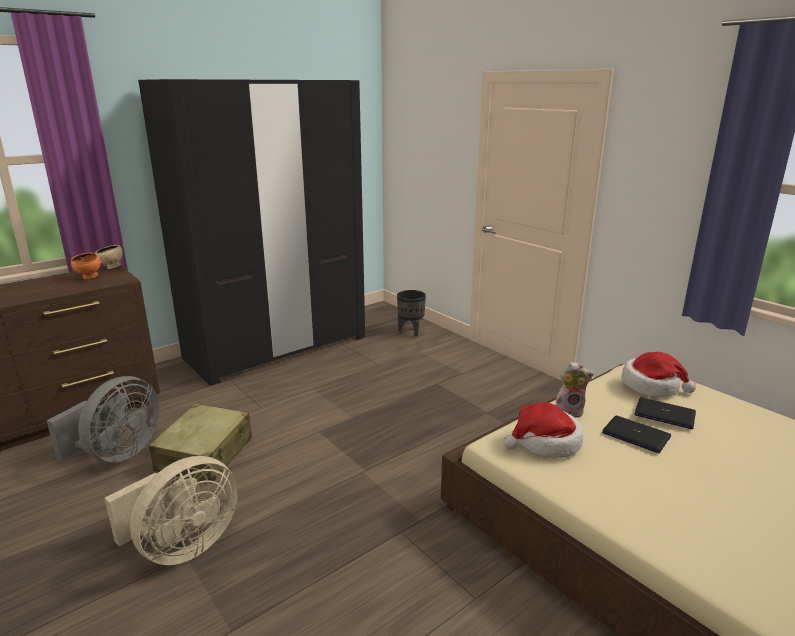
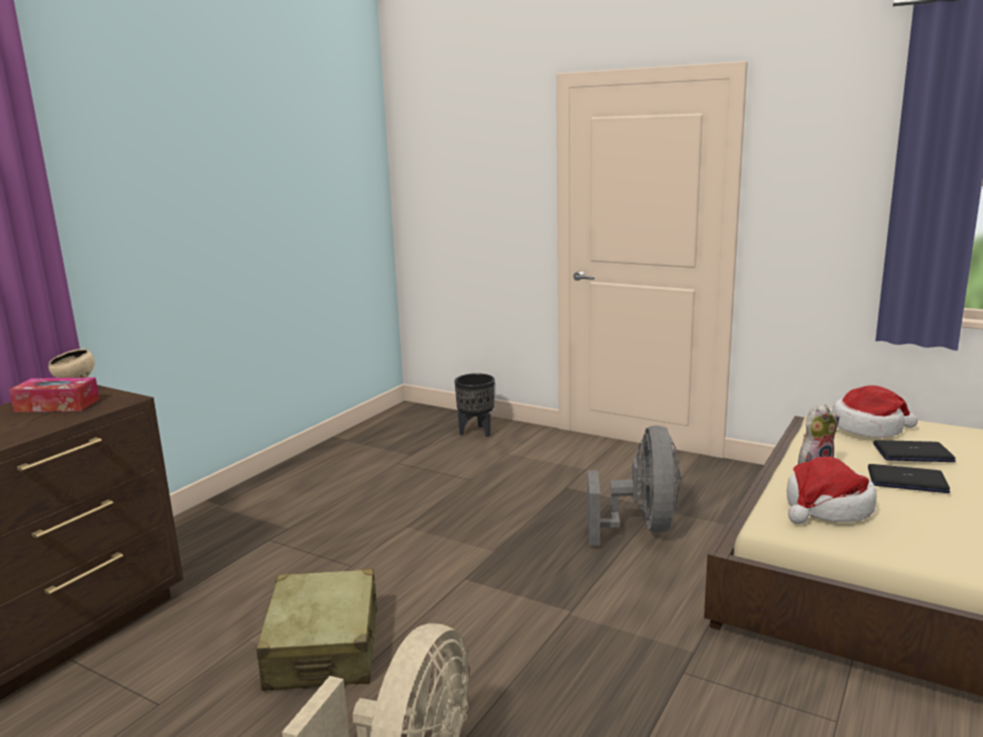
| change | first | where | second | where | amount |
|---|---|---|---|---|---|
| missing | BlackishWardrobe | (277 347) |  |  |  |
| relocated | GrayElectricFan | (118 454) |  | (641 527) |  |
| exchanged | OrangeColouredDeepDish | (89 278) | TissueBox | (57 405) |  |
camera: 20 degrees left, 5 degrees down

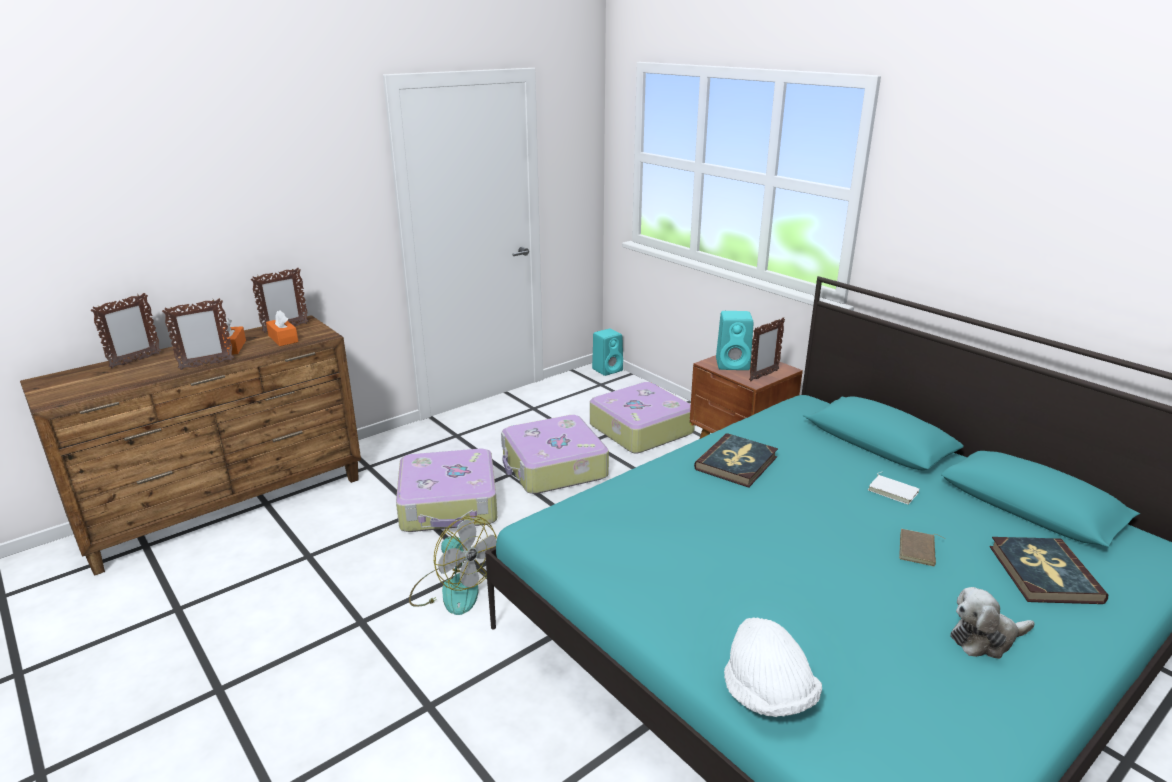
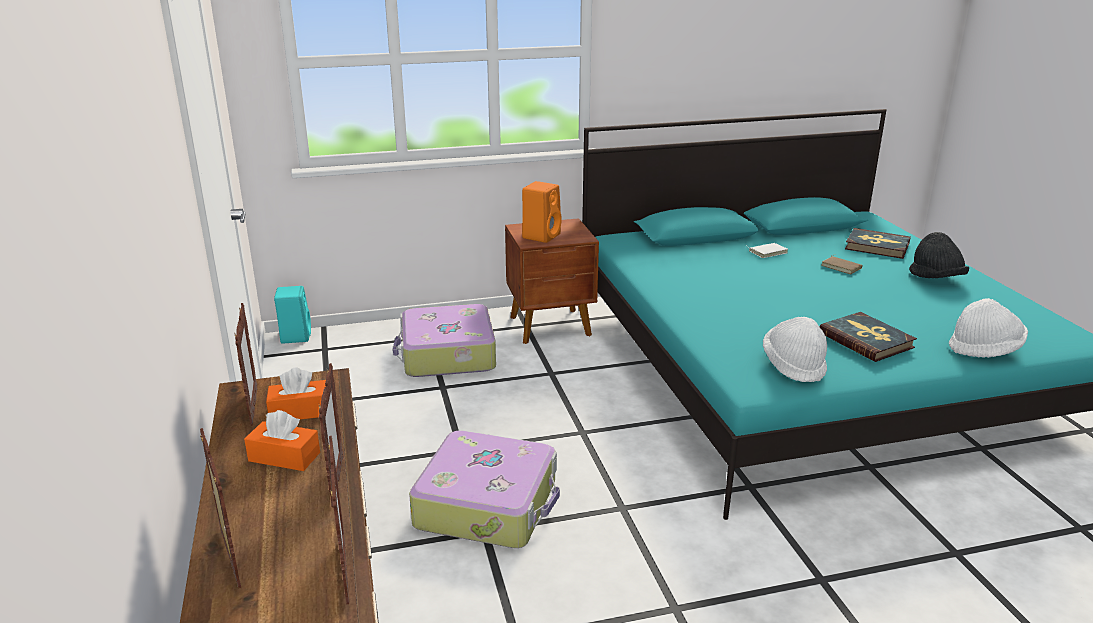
| change | first | where | second | where | amount |
|---|---|---|---|---|---|
| missing | ElectricFan | (452 589) |  |  |  |
| missing | PieceOfLuggage | (553 467) |  |  |  |
| appeared |  |  | WhiteColouredClothingHat | (794 365) |  |
| relocated | Volume | (736 463) |  | (866 340) |  |
| relocated | PhotoFrame | (763 376) |  | (344 571) |  |
| exchanged | PlushToy | (985 638) | BlackishClothingHat | (935 279) |  |
| colour | TurquoiseColouredSpeaker | (734 364) | OrangeColouredSpeaker | (541 235) |  |
camera: 65 degrees left, 0 degrees up

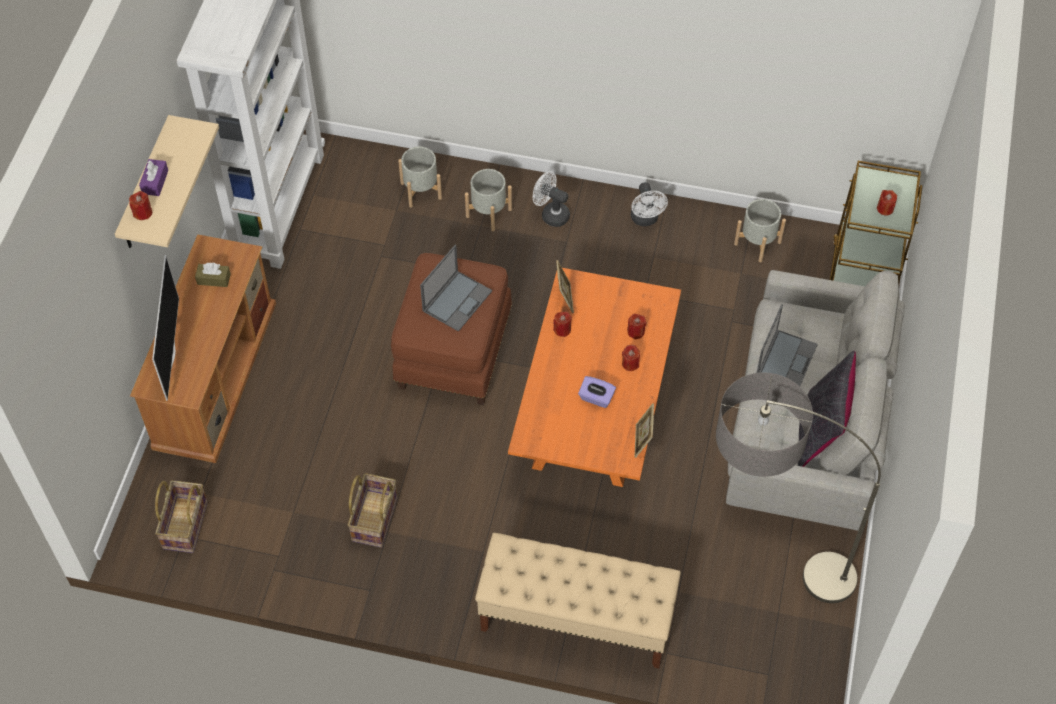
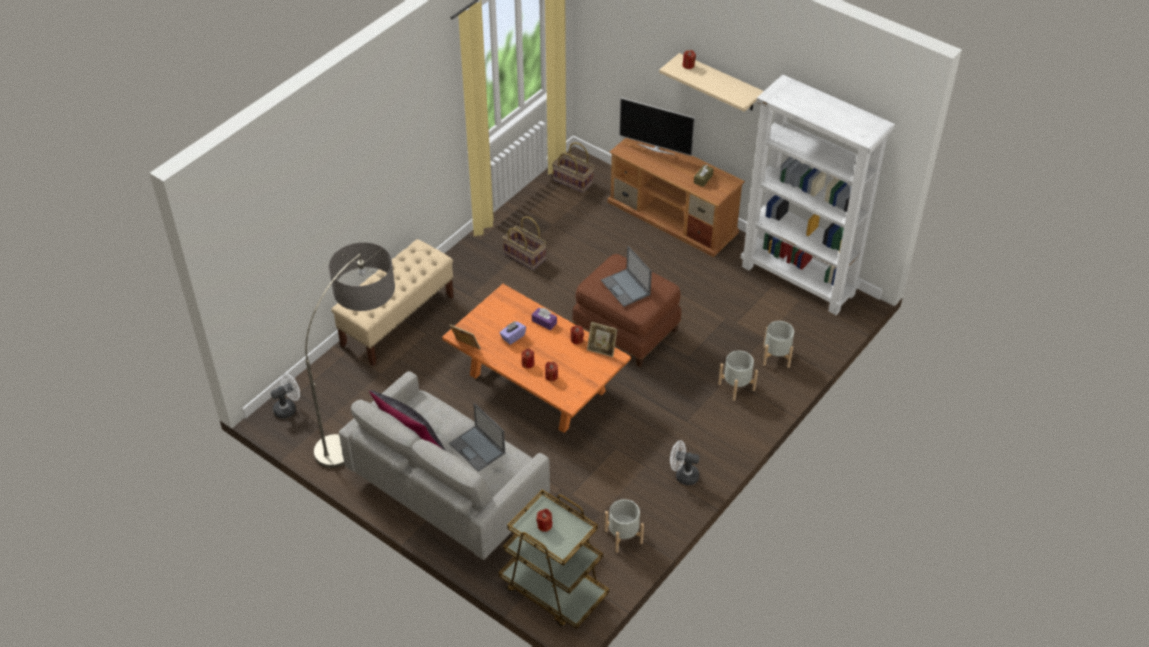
| change | first | where | second | where | amount |
|---|---|---|---|---|---|
| relocated | PurplishTissueBox | (155 182) |  | (544 322) |  |
| relocated | WhiteColouredElectricFan | (551 214) |  | (288 408) |  |
camera: 115 degrees right, 10 degrees down

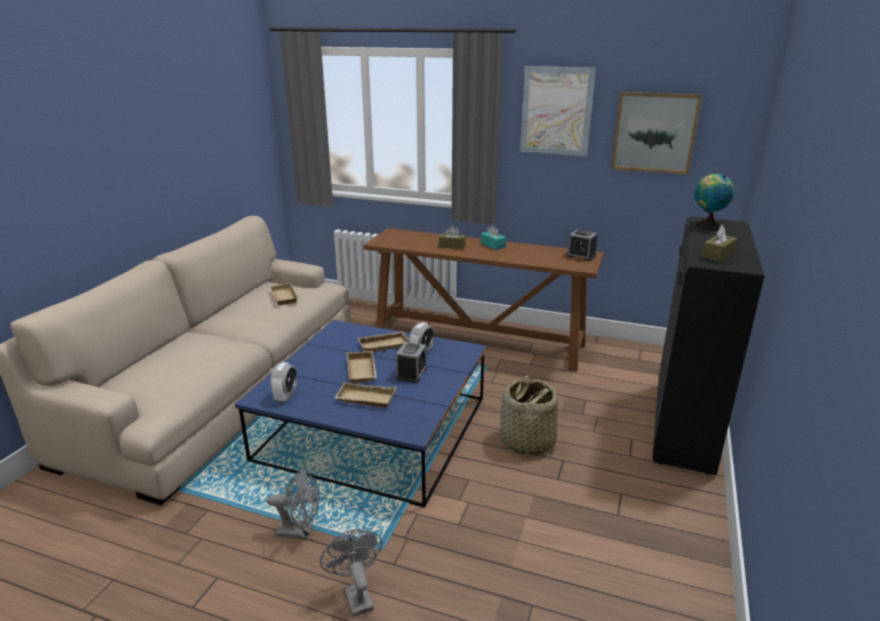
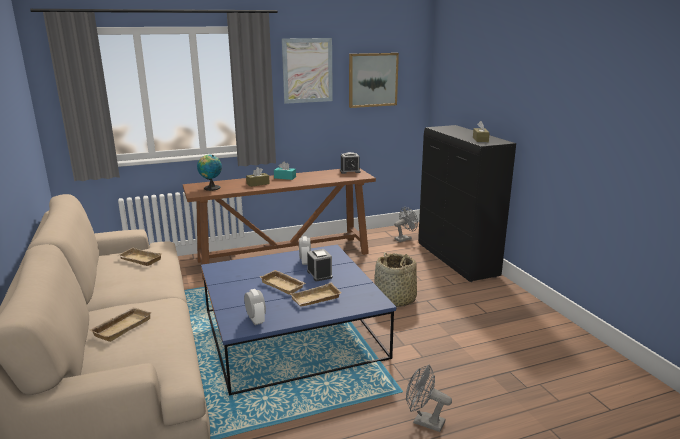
| change | first | where | second | where | amount |
|---|---|---|---|---|---|
| relocated | GrayElectricFan | (300 531) |  | (405 238) |  |
| relocated | BeigeTray | (384 344) |  | (121 326) |  |
| relocated | DeskGlobe | (707 225) |  | (211 188) |  |
camera: 40 degrees left, 5 degrees down

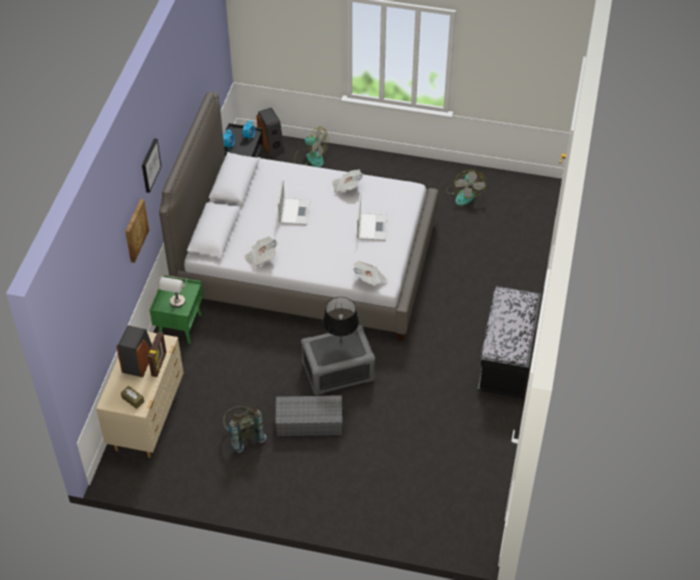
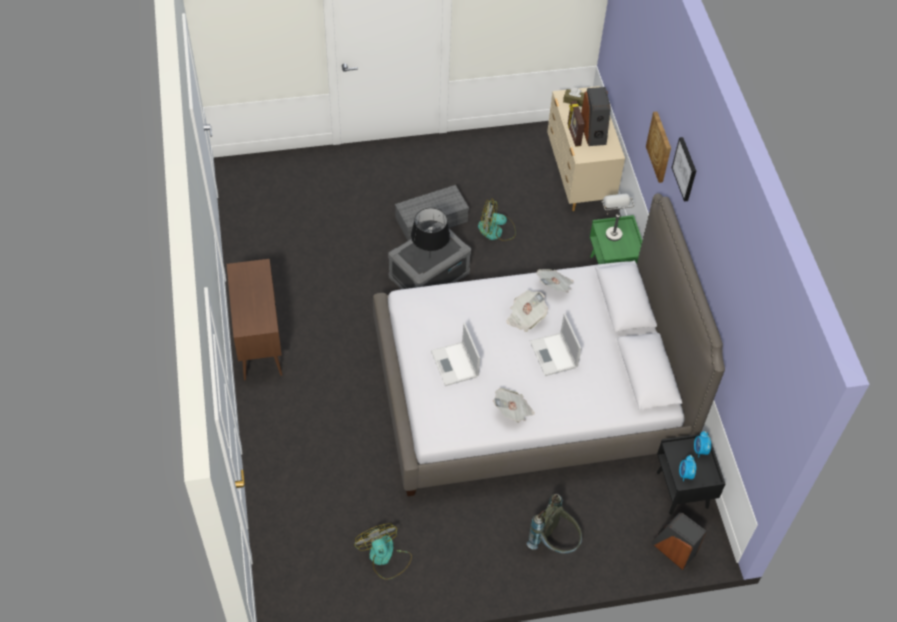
| change | first | where | second | where | amount |
|---|---|---|---|---|---|
| relocated | GrayBackpack | (242 436) |  | (554 542) |  |
| relocated | ElectricFan | (310 157) |  | (496 231) |  |
| relocated | DailyPaper | (369 279) |  | (525 317) |  |
| exchanged | BlackishIndoorBench | (506 360) | BrownStorageCabinet | (259 342) |  |
camera: 155 degrees right, 5 degrees up

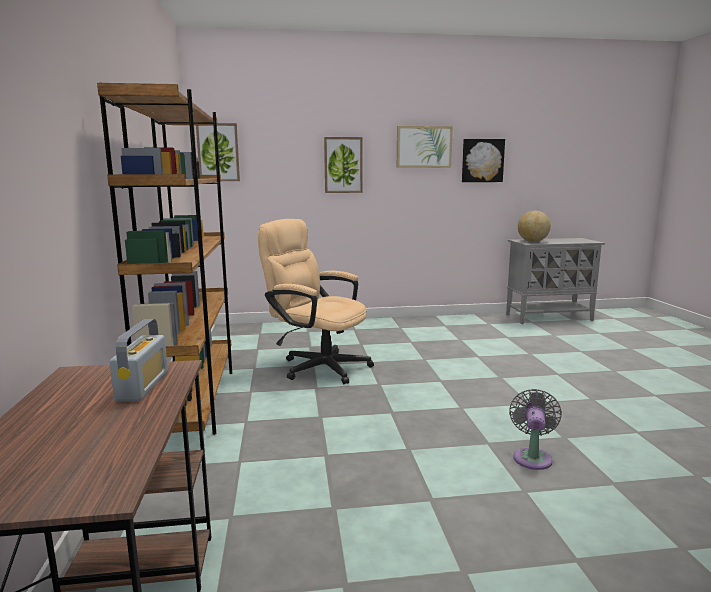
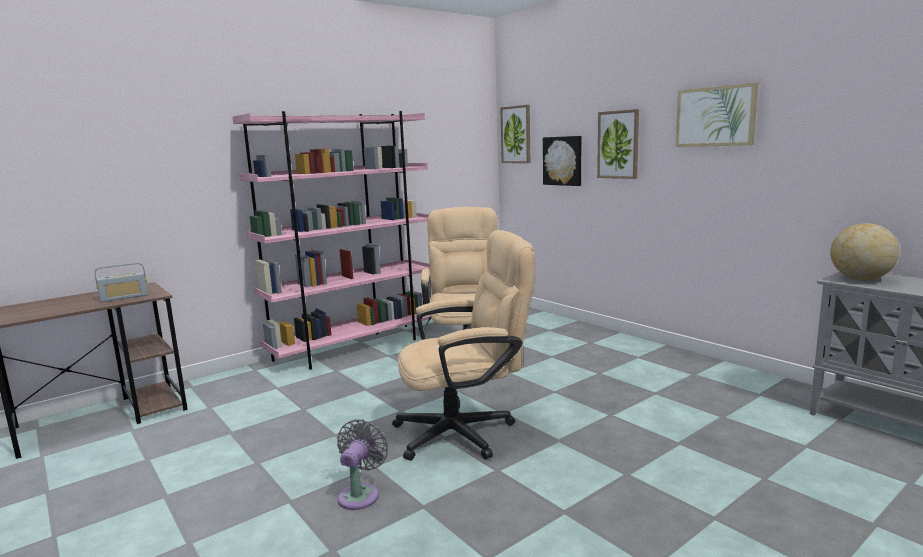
| change | first | where | second | where | amount |
|---|---|---|---|---|---|
| appeared |  |  | BeigeComputerChair | (466 431) |  |
| relocated | WallArt | (482 160) |  | (563 161) |  |
| colour | BrownShelvingUnit | (194 401) | PinkishShelvingUnit | (355 347) |  |
| spun | GrayElectricFan | (532 457) |  | (360 494) | 60 degrees counterclockwise |
camera: 60 degrees right, 0 degrees up

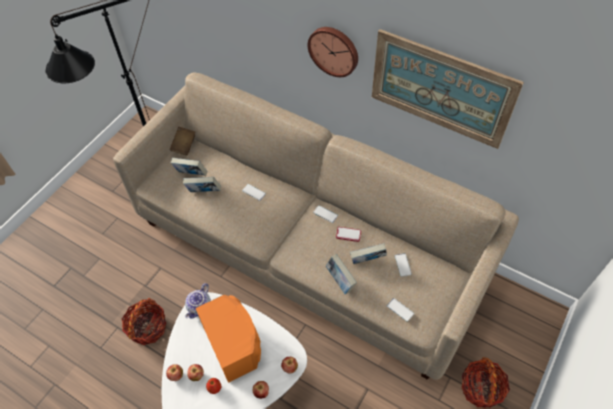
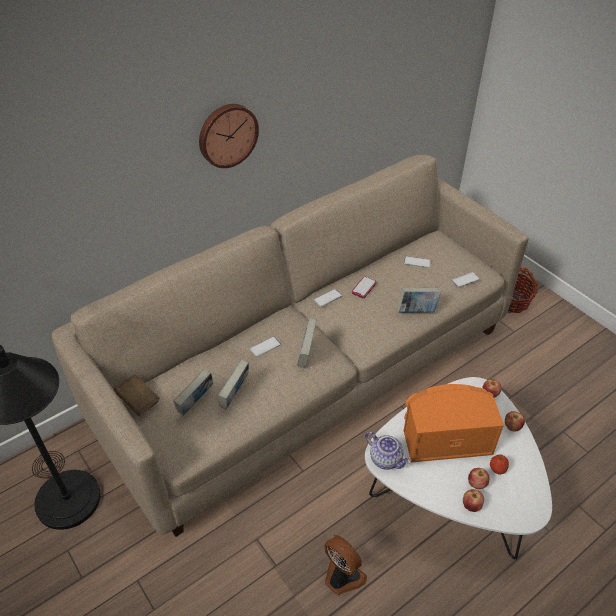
| change | first | where | second | where | amount |
|---|---|---|---|---|---|
| missing | WallArt | (441 89) |  |  |  |
| relocated | Volume | (367 261) |  | (306 354) |  |
| exchanged | StorageBasket | (147 327) | ElectricFan | (342 577) |  |
camera: 70 degrees left, 10 degrees down

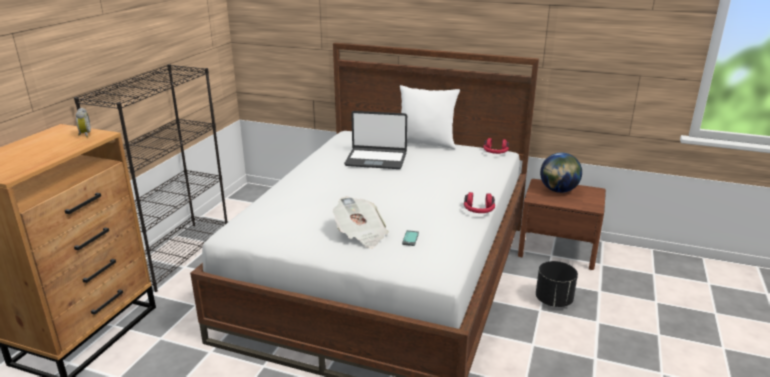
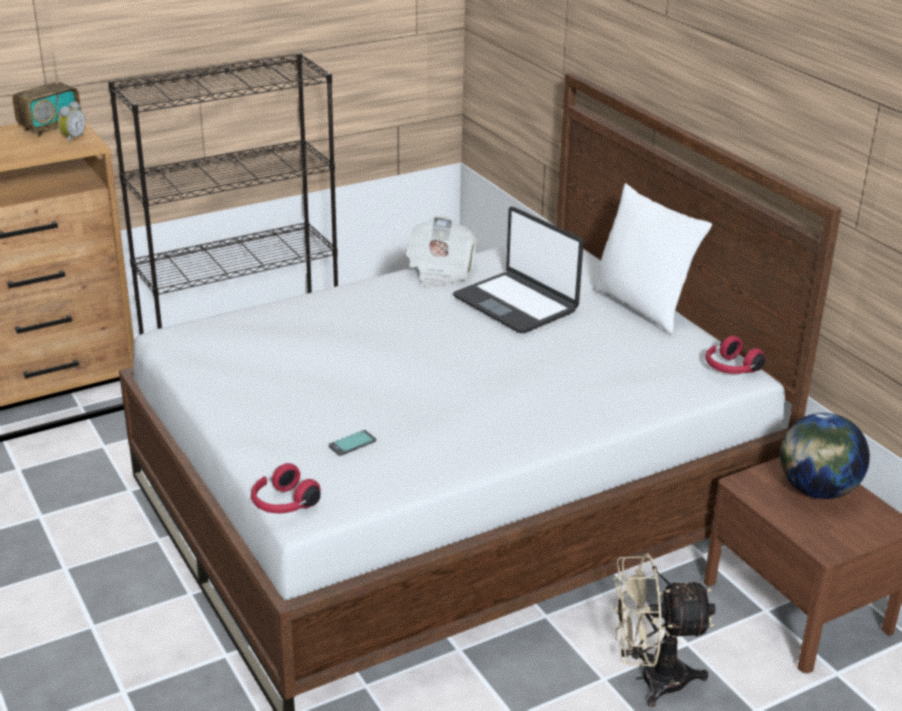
| change | first | where | second | where | amount |
|---|---|---|---|---|---|
| appeared |  |  | Radio | (50 128) |  |
| relocated | DailyPaper | (361 235) |  | (440 271) |  |
| relocated | RedColouredPairOfHeadphones | (478 211) |  | (283 504) |  |
| exchanged | BlackishPlantPot | (554 300) | BeigeElectricFan | (650 679) |  |
camera: 40 degrees right, 5 degrees up

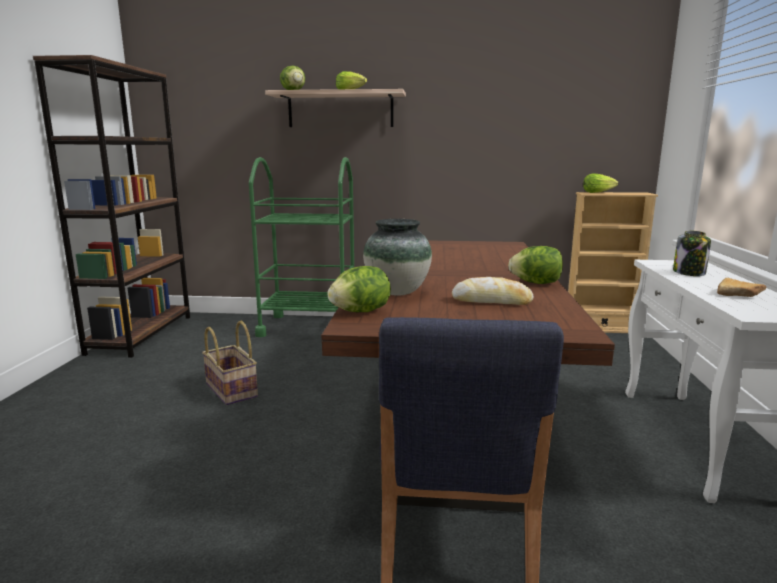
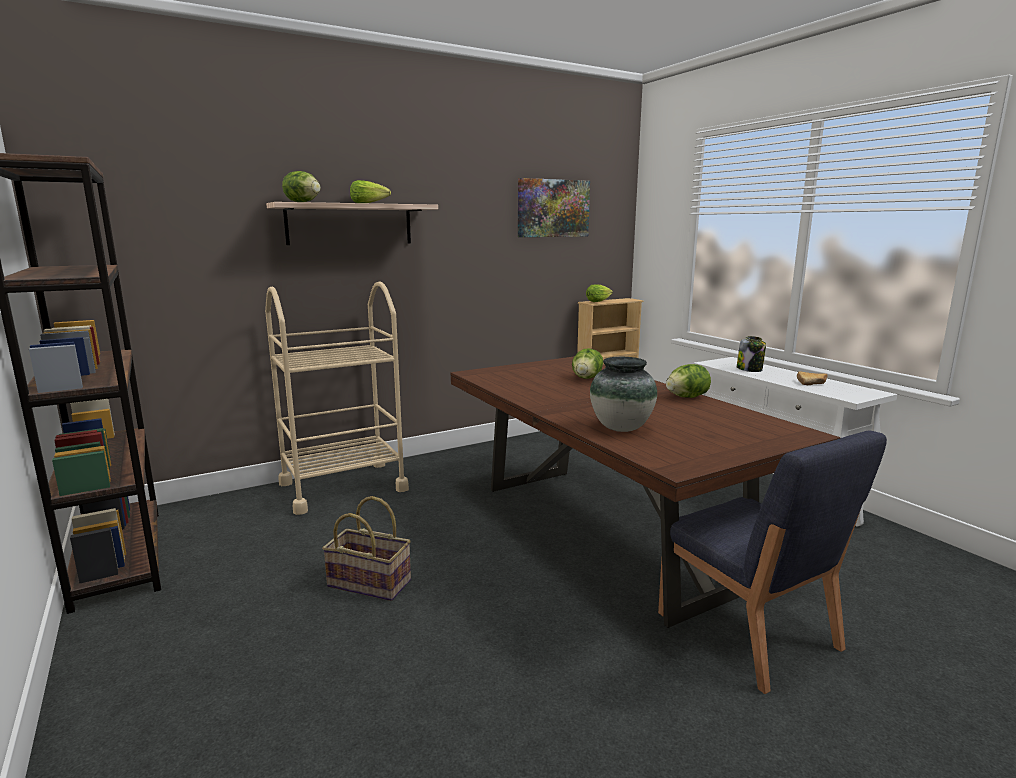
| change | first | where | second | where | amount |
|---|---|---|---|---|---|
| missing | BakeryBread | (492 301) |  |  |  |
| appeared |  |  | WallArt | (553 208) |  |
| relocated | HeadOfLettuce | (360 312) |  | (586 378) |  |
| colour | GreenishTrolley | (309 327) | BeigeTrolley | (343 486) |  |
camera: 35 degrees left, 0 degrees up

